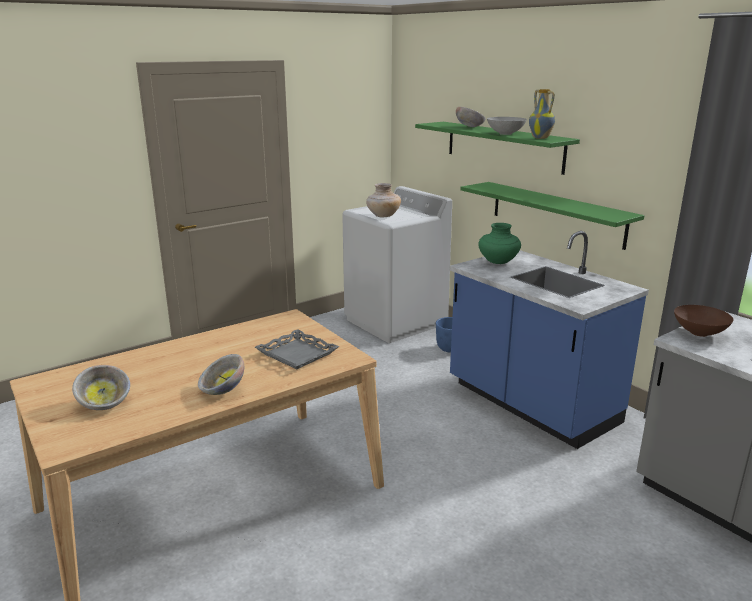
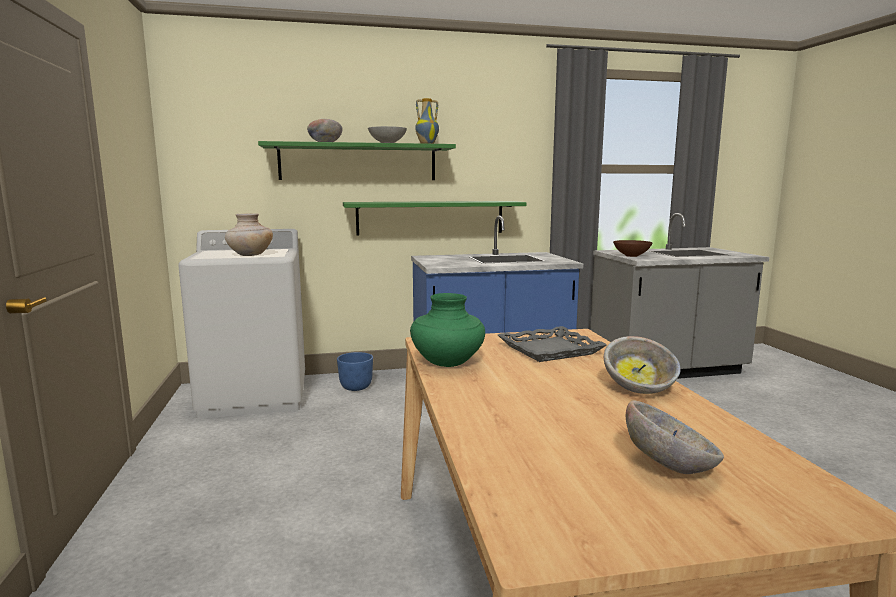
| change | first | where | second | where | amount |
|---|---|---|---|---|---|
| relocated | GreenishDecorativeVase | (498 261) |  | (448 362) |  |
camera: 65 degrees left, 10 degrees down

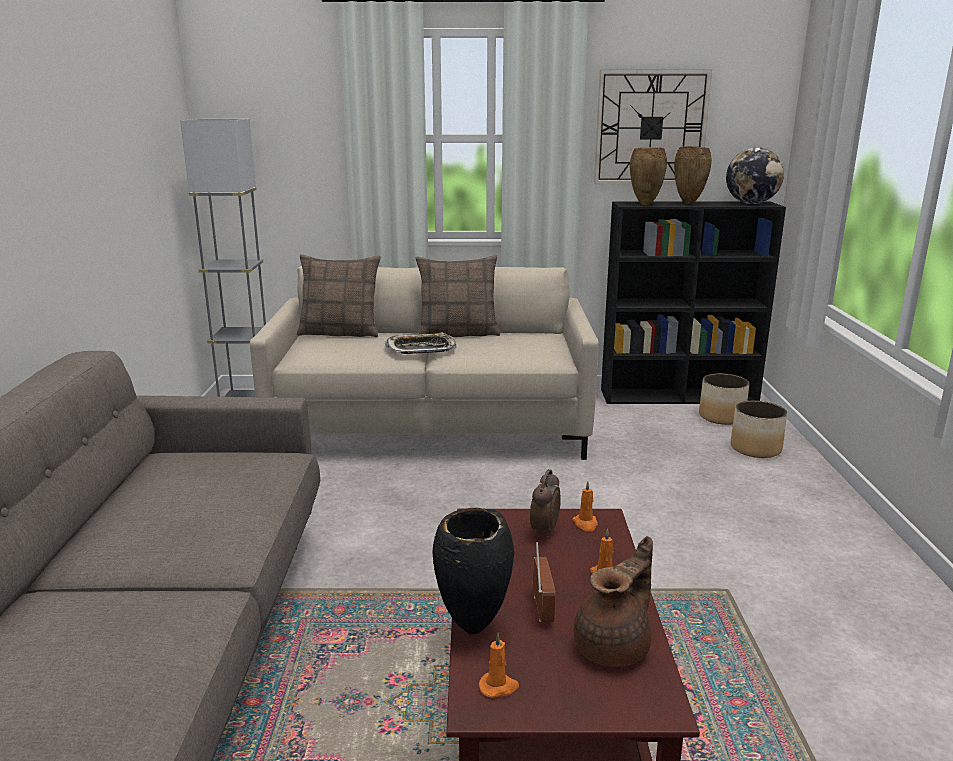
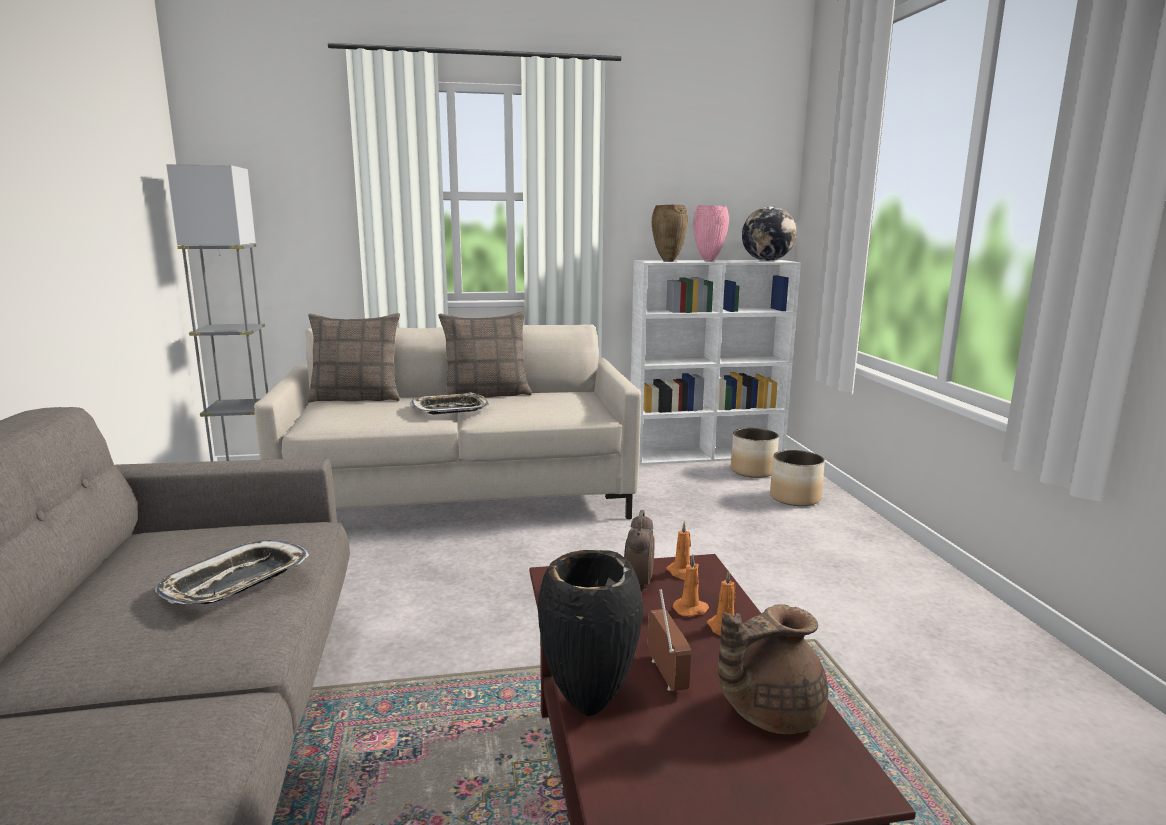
| change | first | where | second | where | amount |
|---|---|---|---|---|---|
| missing | WallClock | (651 128) |  |  |  |
| appeared |  |  | Tray | (237 582) |  |
| relocated | OrangeColouredWaxLight | (499 687) |  | (691 609) |  |
| colour | BlackishShelvingUnit | (679 396) | WhiteColouredShelvingUnit | (707 454) |  |
| colour | BrownDecorativeVase | (689 203) | PinkishDecorativeVase | (709 261) |  |
| spun | BrownPotForTea | (614 647) |  | (769 712) | 150 degrees counterclockwise |
camera: 10 degrees left, 5 degrees down

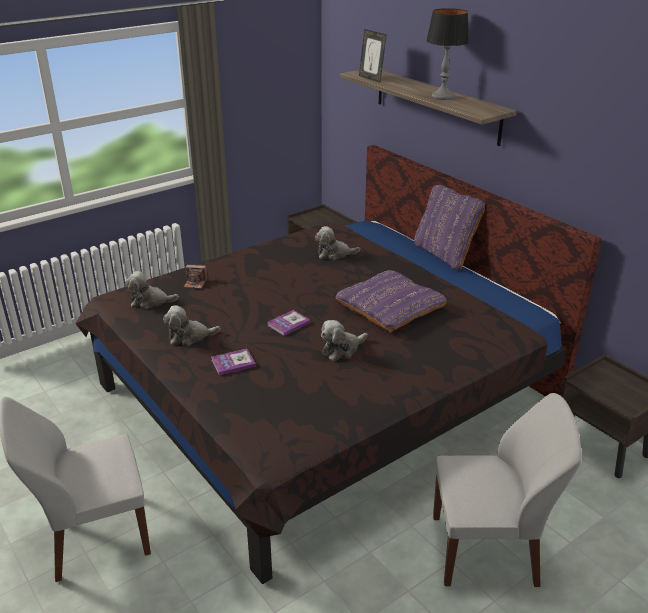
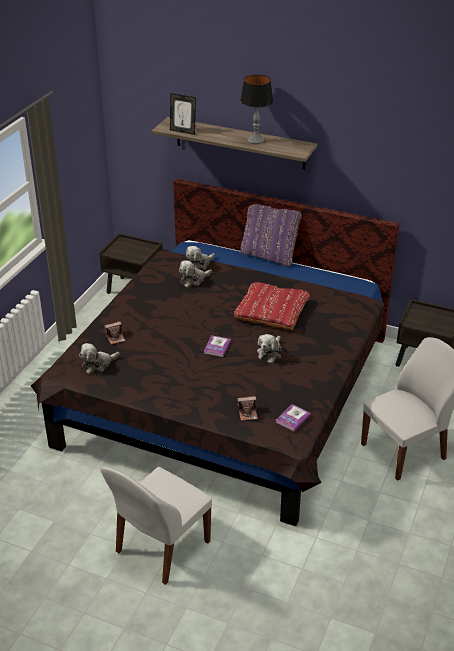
| change | first | where | second | where | amount |
|---|---|---|---|---|---|
| appeared |  |  | PhotoCamera | (247 413) |  |
| relocated | PlushToy | (189 337) |  | (199 265) |  |
| relocated | Volume | (233 363) |  | (293 418) |  |
| colour | PurplishThrowPillow | (390 307) | RedColouredThrowPillow | (271 310) |  |
camera: 30 degrees left, 5 degrees up

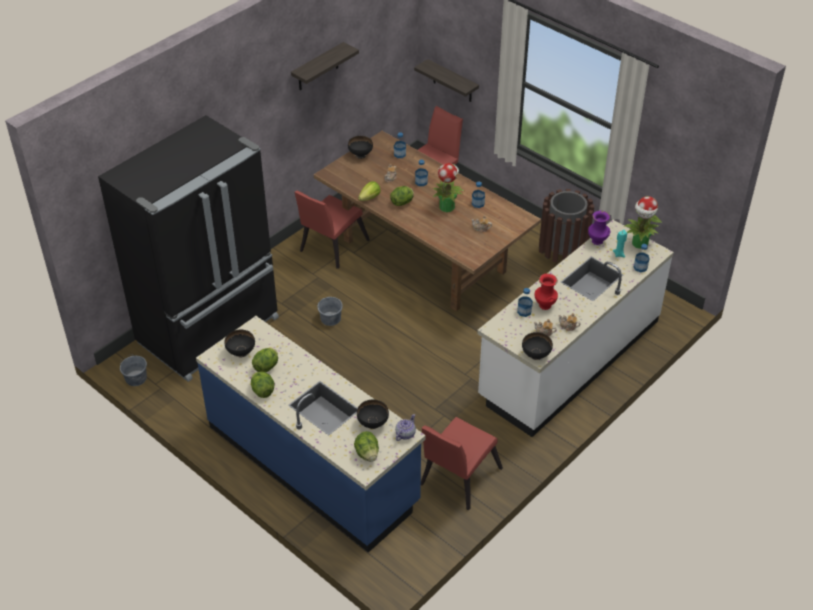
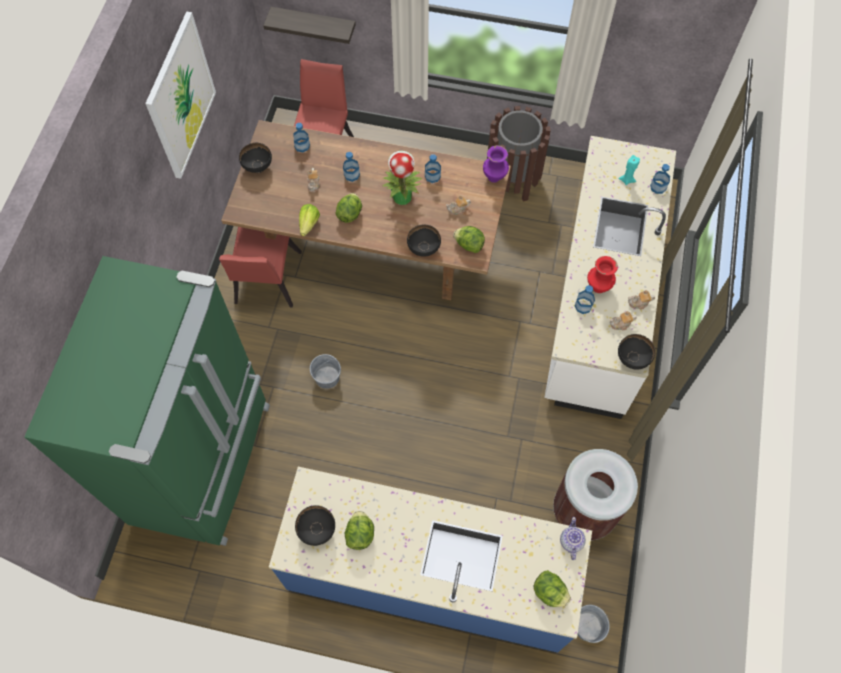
| change | first | where | second | where | amount |
|---|---|---|---|---|---|
| missing | Houseplant | (640 243) |  |  |  |
| relocated | GrayWaterBucket | (136 378) |  | (587 627) |  |
| relocated | HeadOfLettuce | (262 391) |  | (469 245) |  |
| relocated | BlackishDeepDish | (372 424) |  | (423 249) |  |
| relocated | PurplishDecorativeVase | (597 241) |  | (494 177) |  |
| exchanged | Shelf | (318 67) | WallArt | (180 97) |  |
| exchanged | RedColouredChair | (457 479) | BrownTrashCan | (583 511) |  |
| colour | BlackishRefrigerator | (210 331) | GreenishRefrigerator | (205 463) |  |
camera: 30 degrees left, 20 degrees up

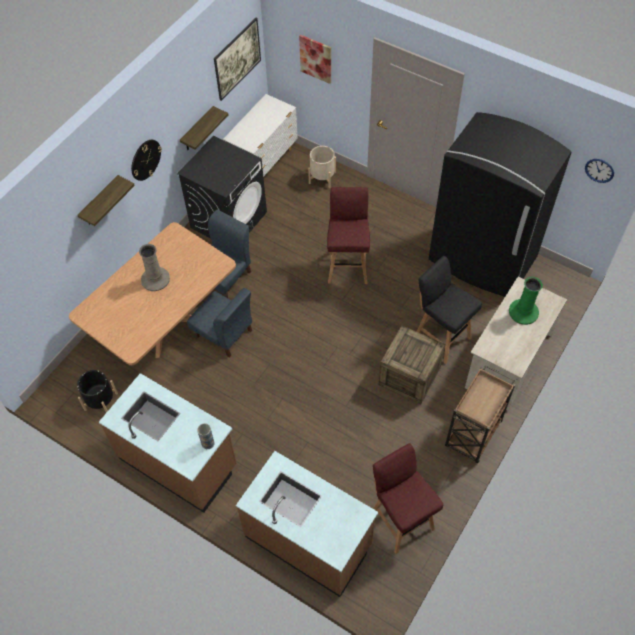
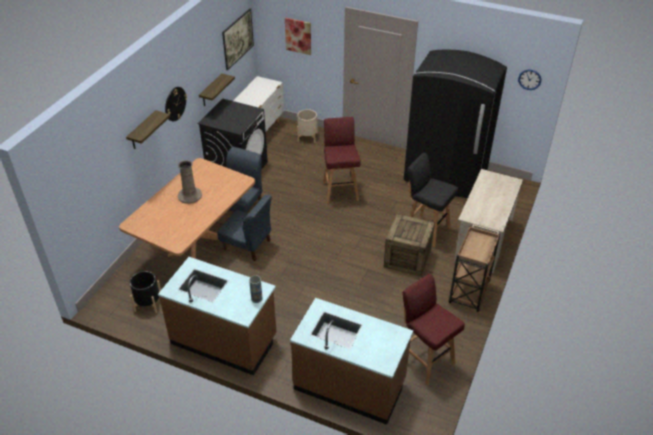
| change | first | where | second | where | amount |
|---|---|---|---|---|---|
| missing | GreenishDecorativeVase | (523 312) |  |  |  |
camera: 10 degrees left, 15 degrees down

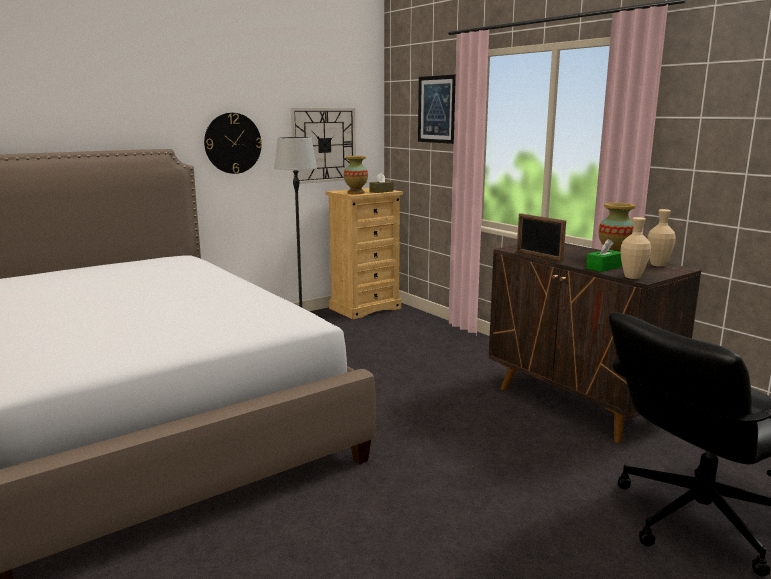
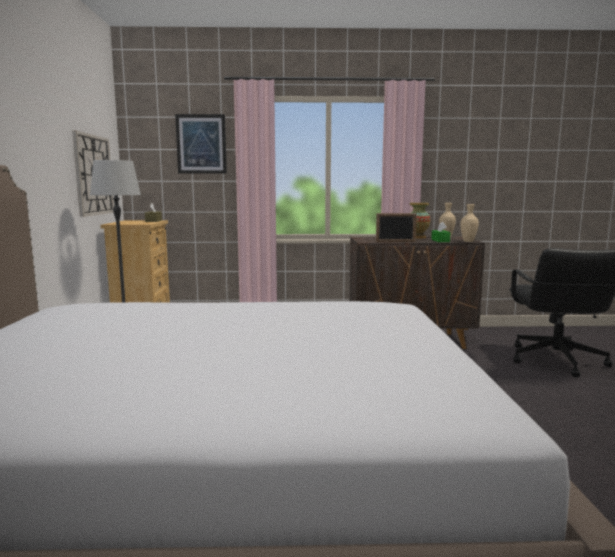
| change | first | where | second | where | amount |
|---|---|---|---|---|---|
| missing | WallClock | (233 143) |  |  |  |
| missing | DecorativeVase | (356 193) |  |  |  |
camera: 55 degrees left, 5 degrees down

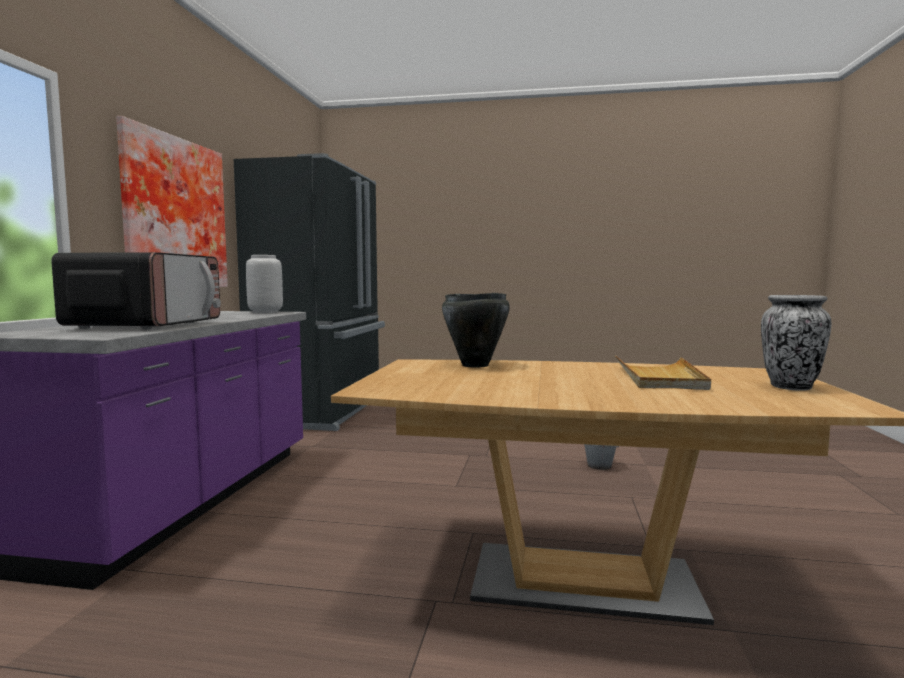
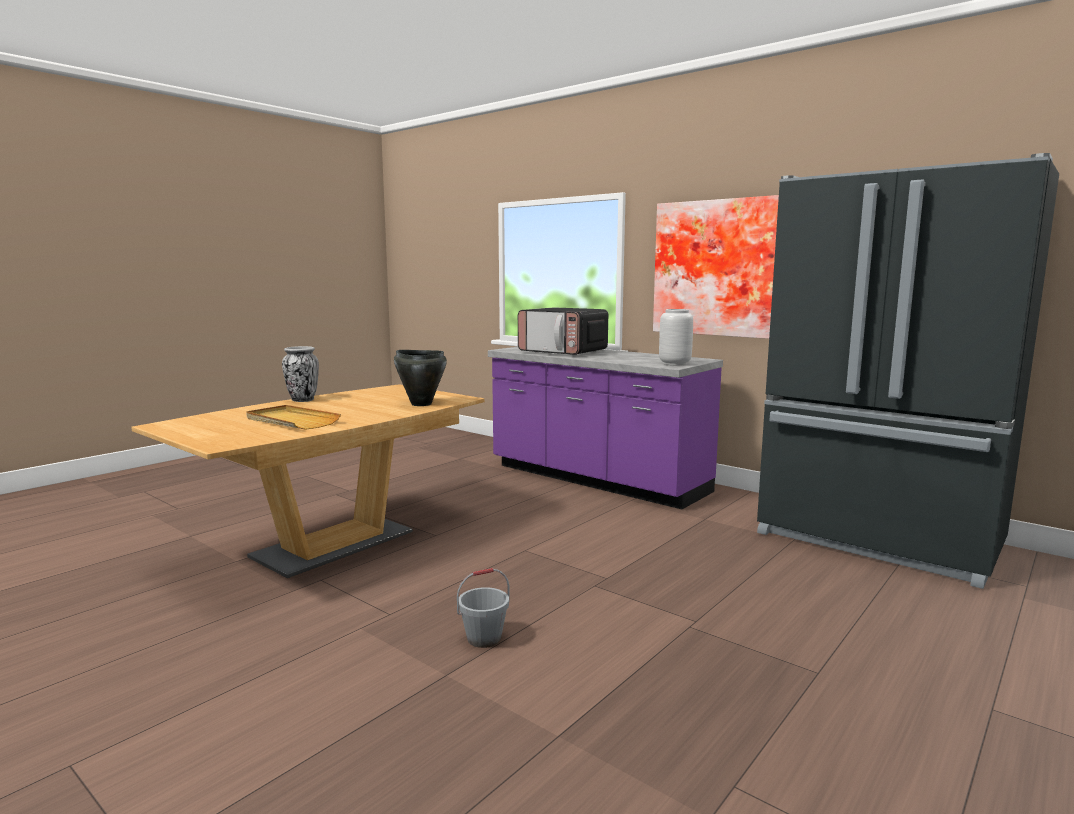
| change | first | where | second | where | amount |
|---|---|---|---|---|---|
| relocated | DecorativeVase | (791 387) |  | (302 400) |  |
camera: 120 degrees right, 5 degrees up

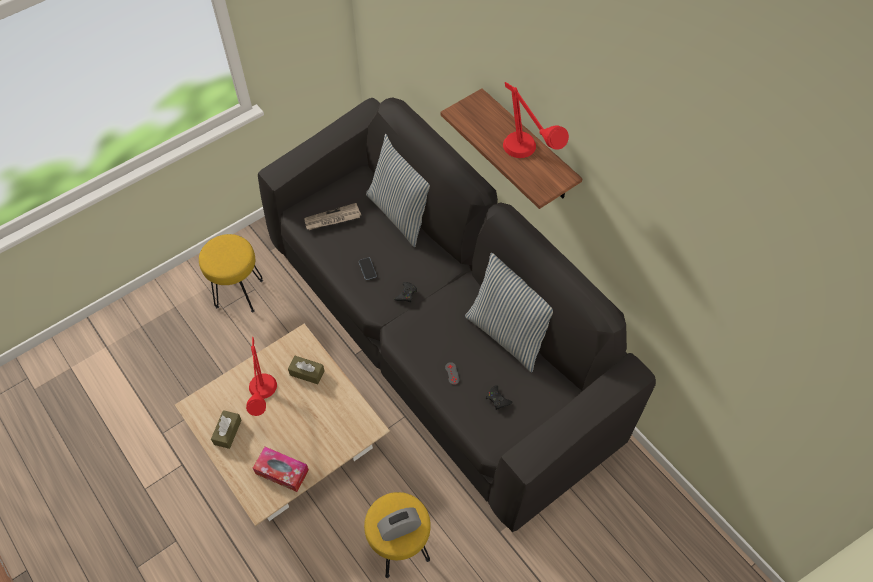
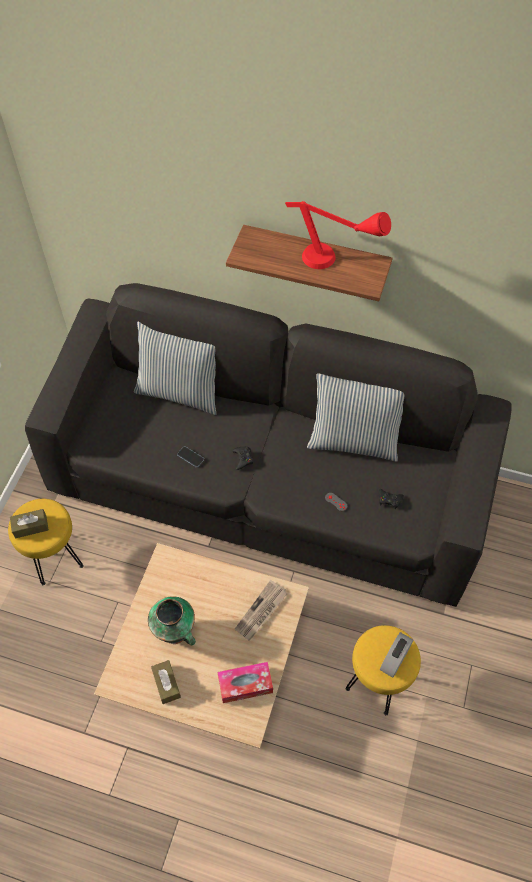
| change | first | where | second | where | amount |
|---|---|---|---|---|---|
| relocated | BrownTissueBox | (307 373) |  | (31 526) |  |
| relocated | DailyPaper | (332 219) |  | (261 612) |  |
| exchanged | RedColouredLampForATable | (263 399) | DecorativeVase | (176 633) |  |
camera: 35 degrees left, 0 degrees up

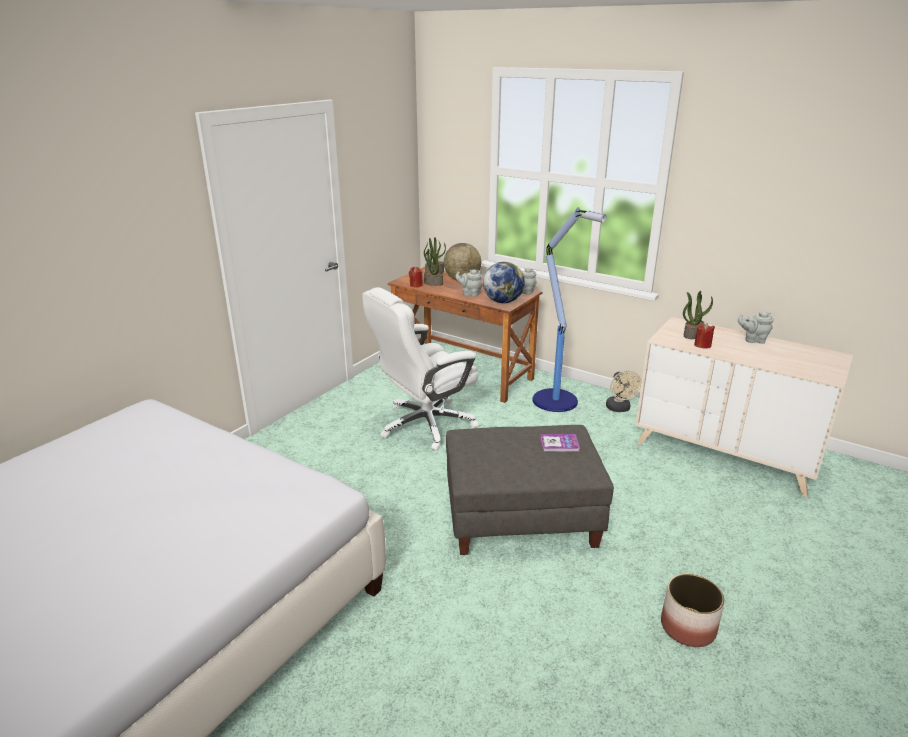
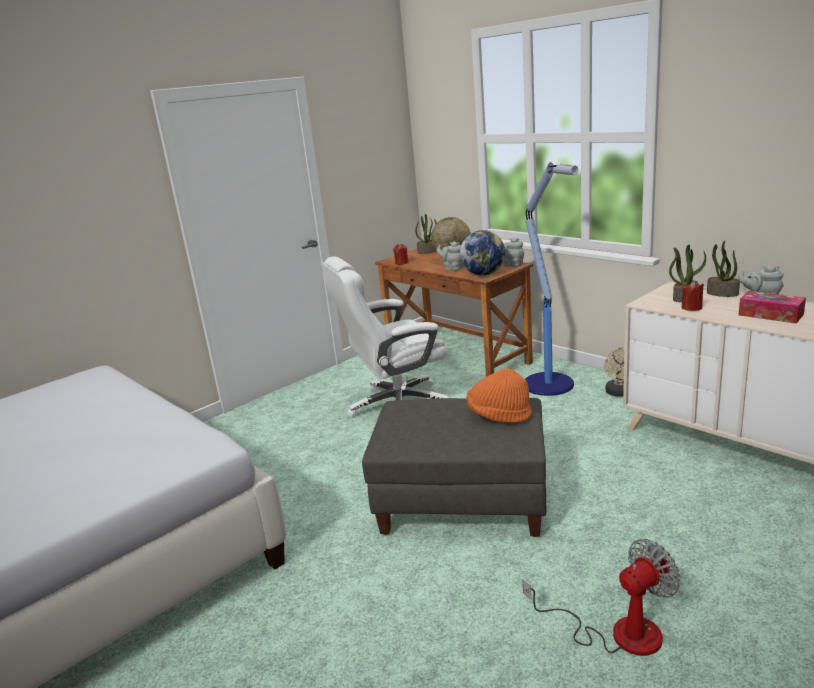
| change | first | where | second | where | amount |
|---|---|---|---|---|---|
| appeared |  |  | TissueBox | (770 315) |  |
| relocated | Houseplant | (433 283) |  | (721 293) |  |
| exchanged | Volume | (559 444) | OrangeColouredClothingHat | (499 415) |  |
| exchanged | PlantPot | (687 627) | ElectricFan | (618 633) |  |
camera: 15 degrees right, 5 degrees down

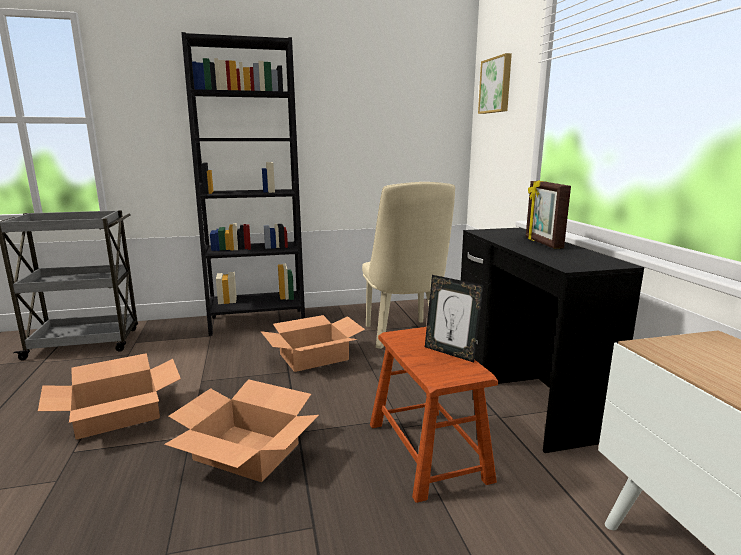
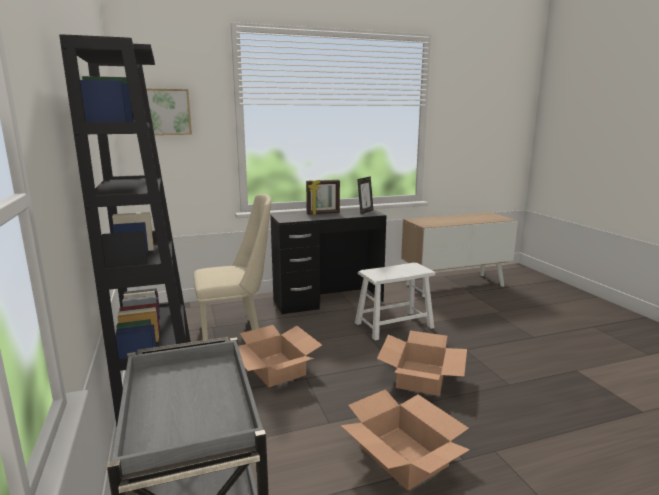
| change | first | where | second | where | amount |
|---|---|---|---|---|---|
| relocated | PhotoFrame | (450 353) |  | (365 212) |  |
| colour | BrownSittingStool | (427 451) | WhiteColouredSittingStool | (394 325) |  |
camera: 95 degrees left, 0 degrees up

